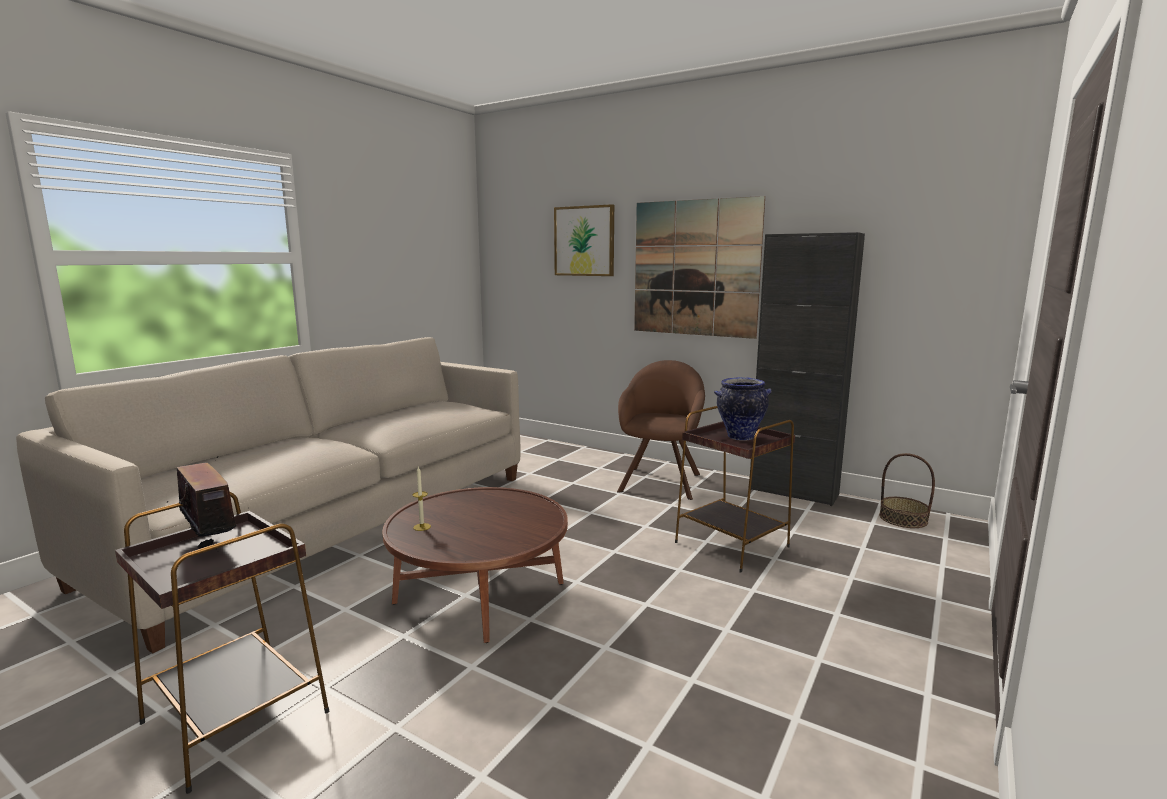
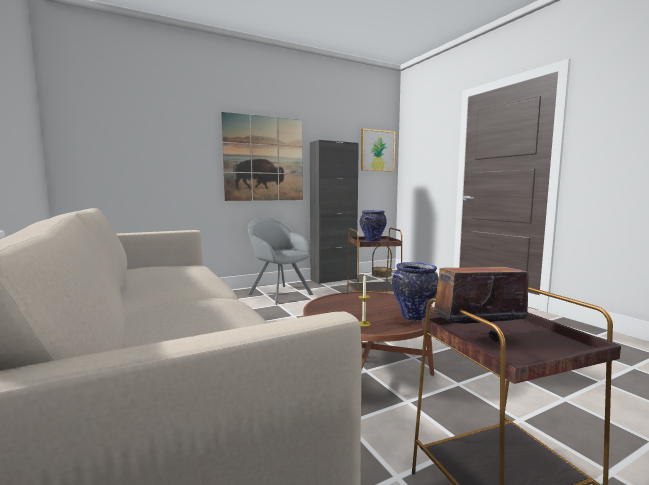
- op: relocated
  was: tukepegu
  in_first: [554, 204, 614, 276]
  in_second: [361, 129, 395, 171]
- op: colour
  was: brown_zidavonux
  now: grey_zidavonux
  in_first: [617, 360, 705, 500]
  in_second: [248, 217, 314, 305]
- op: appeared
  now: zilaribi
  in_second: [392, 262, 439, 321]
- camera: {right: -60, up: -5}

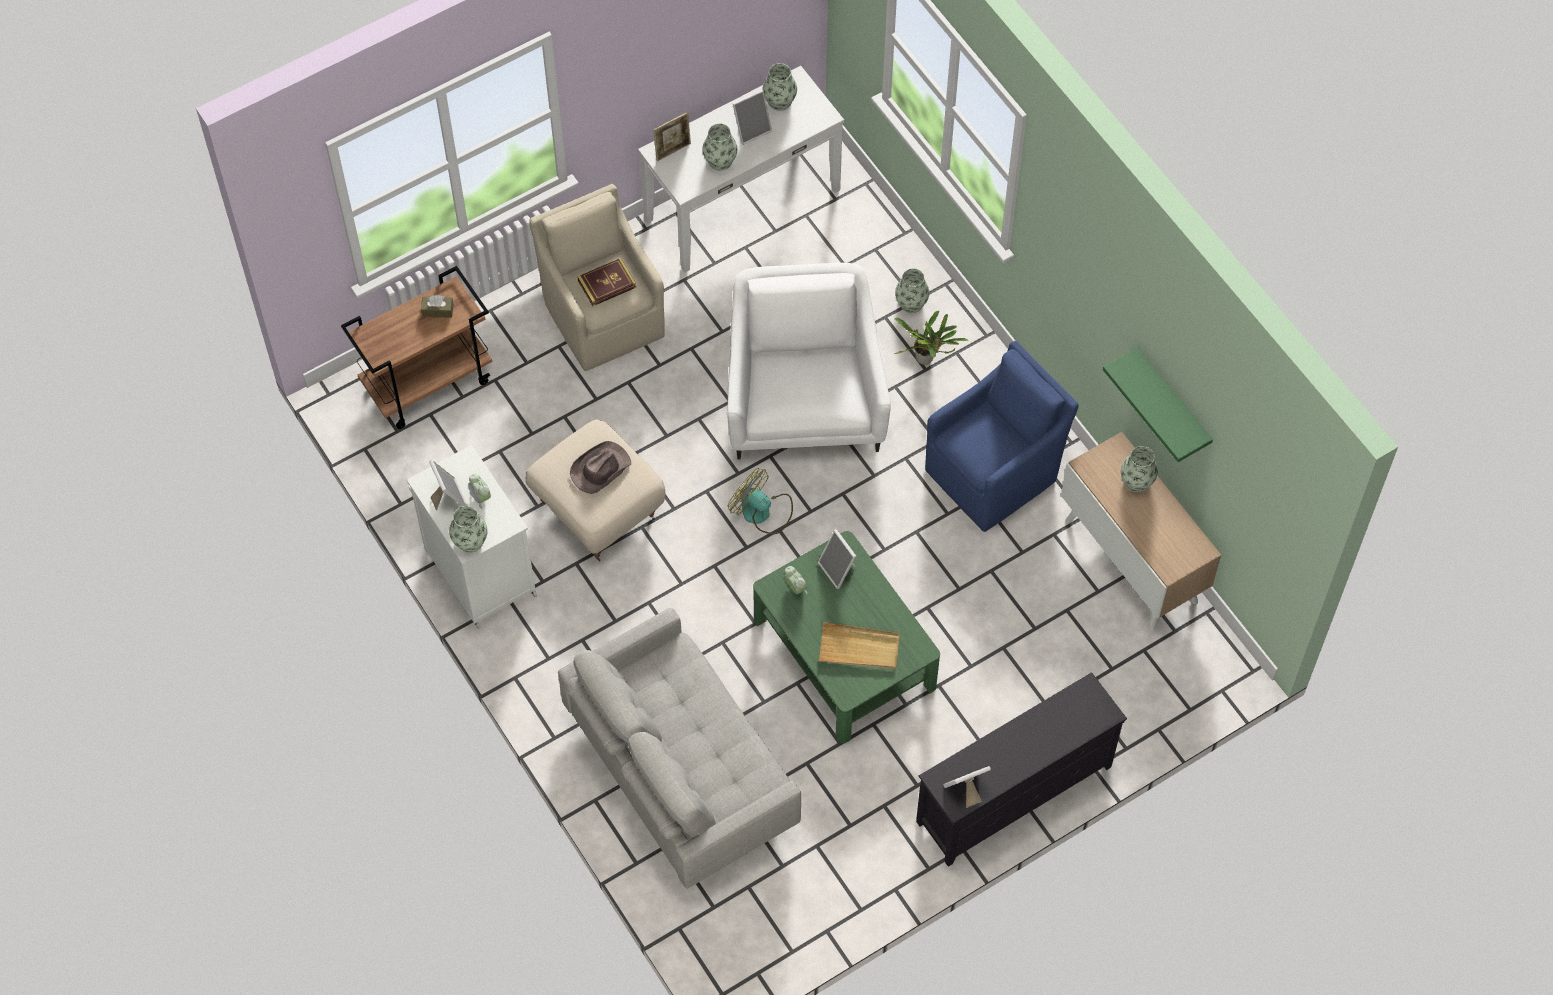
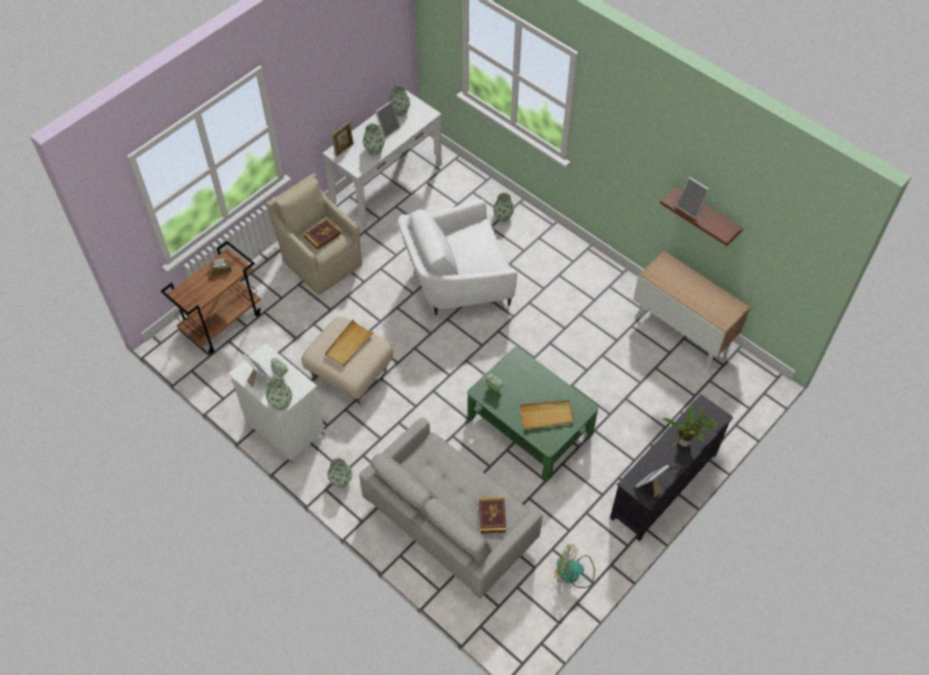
- op: spun
  was: white_zidavonux
  in_first: [727, 263, 891, 459]
  in_second: [399, 199, 517, 315]
  clockwise: -90
- op: relocated
  was: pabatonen
  in_first: [894, 311, 969, 365]
  in_second: [663, 406, 719, 447]
- op: missing
  was: blue_zidavonux
  in_first: [925, 341, 1079, 532]
- op: colour
  was: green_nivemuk
  now: brown_nivemuk
  in_first: [1103, 348, 1213, 462]
  in_second: [660, 186, 744, 246]
- op: exchanged
  was: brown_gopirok
  now: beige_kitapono
  in_first: [570, 441, 631, 494]
  in_second: [325, 320, 374, 366]
- op: relocated
  was: zilaribi
  in_first: [1121, 446, 1158, 492]
  in_second: [327, 458, 352, 488]
- op: relocated
  was: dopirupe
  in_first: [728, 468, 793, 534]
  in_second: [554, 544, 595, 588]
- op: relocated
  was: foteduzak
  in_first: [818, 529, 856, 589]
  in_second: [676, 177, 710, 219]
- op: appeared
  now: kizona
  in_second: [479, 497, 506, 533]
- camera: {right: -15, up: -5}

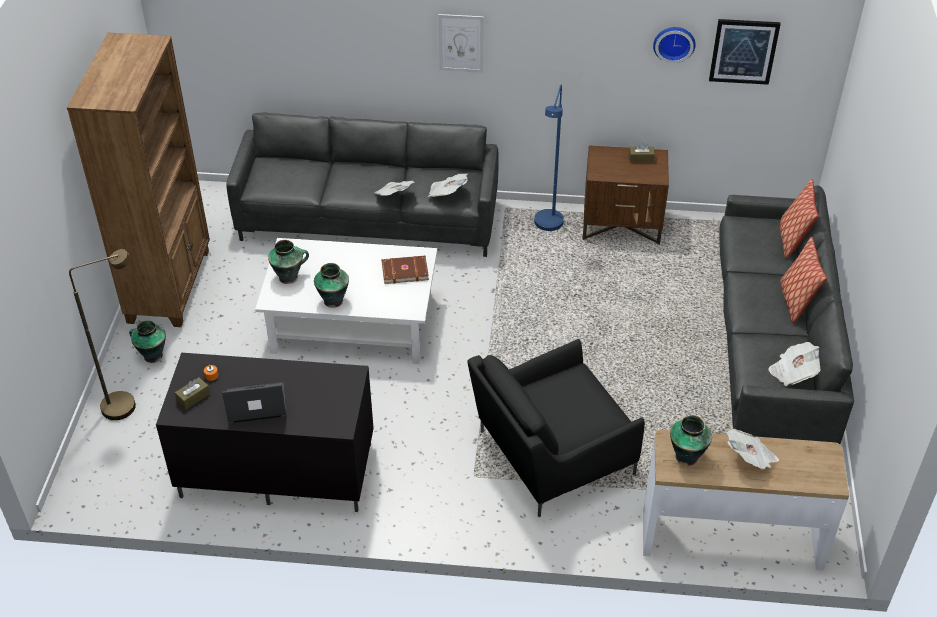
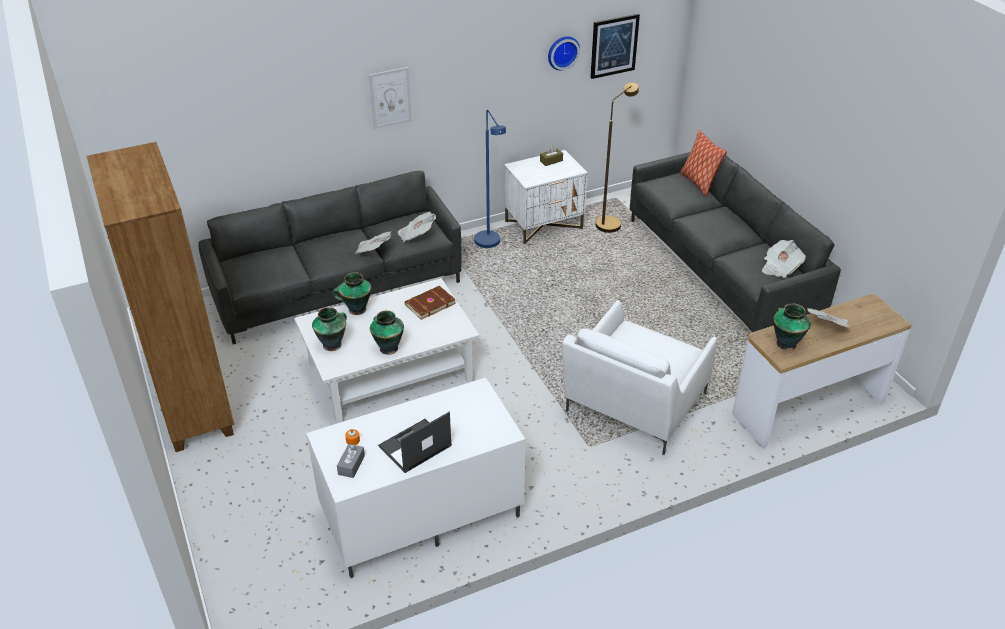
- op: colour
  was: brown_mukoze
  now: white_mukoze
  in_first: [583, 146, 669, 244]
  in_second: [504, 150, 588, 245]
- op: missing
  was: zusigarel
  in_first: [780, 237, 827, 323]
- op: relocated
  was: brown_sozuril
  in_first: [69, 249, 136, 420]
  in_second: [596, 83, 639, 233]
- op: relocated
  was: zilaribi
  in_first: [129, 320, 166, 363]
  in_second: [333, 272, 371, 315]
- op: colour
  was: black_zidavonux
  now: white_zidavonux
  in_first: [467, 339, 645, 517]
  in_second: [562, 300, 717, 455]
- op: colour
  was: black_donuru
  now: white_donuru
  in_first: [156, 353, 374, 512]
  in_second: [306, 378, 526, 578]
- op: colour
  was: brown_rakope
  now: grey_rakope
  in_first: [175, 377, 210, 409]
  in_second: [337, 444, 365, 478]
- camera: {right: -30, up: -5}

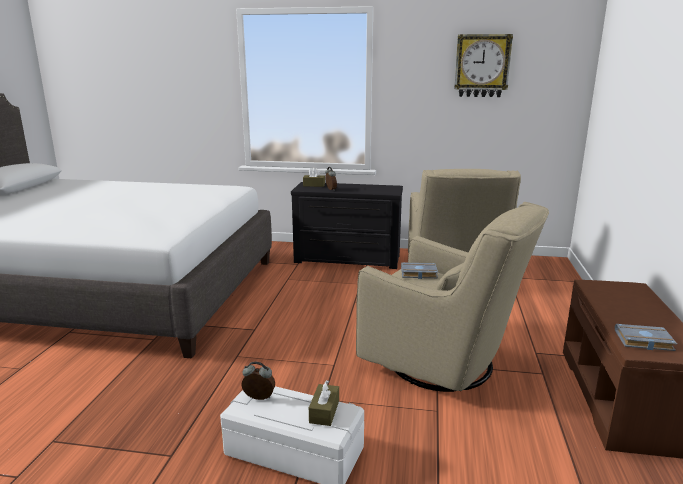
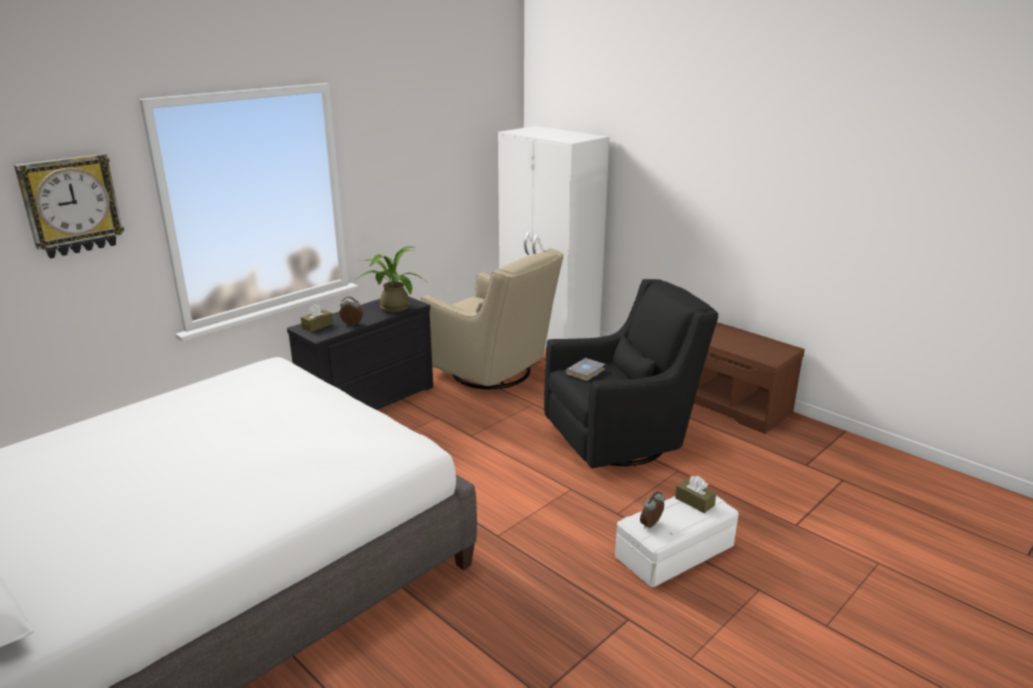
- op: relocated
  was: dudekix
  in_first: [454, 34, 513, 97]
  in_second: [14, 154, 124, 258]
- op: colour
  was: beige_zidavonux
  now: black_zidavonux
  in_first: [356, 202, 549, 392]
  in_second: [544, 279, 718, 468]
- op: missing
  was: grey_kizona
  in_first: [615, 324, 677, 351]
- op: appeared
  now: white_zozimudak
  in_second: [498, 126, 610, 348]
- op: appeared
  now: pabatonen
  in_second: [355, 246, 429, 313]
- camera: {right: -55, up: 5}

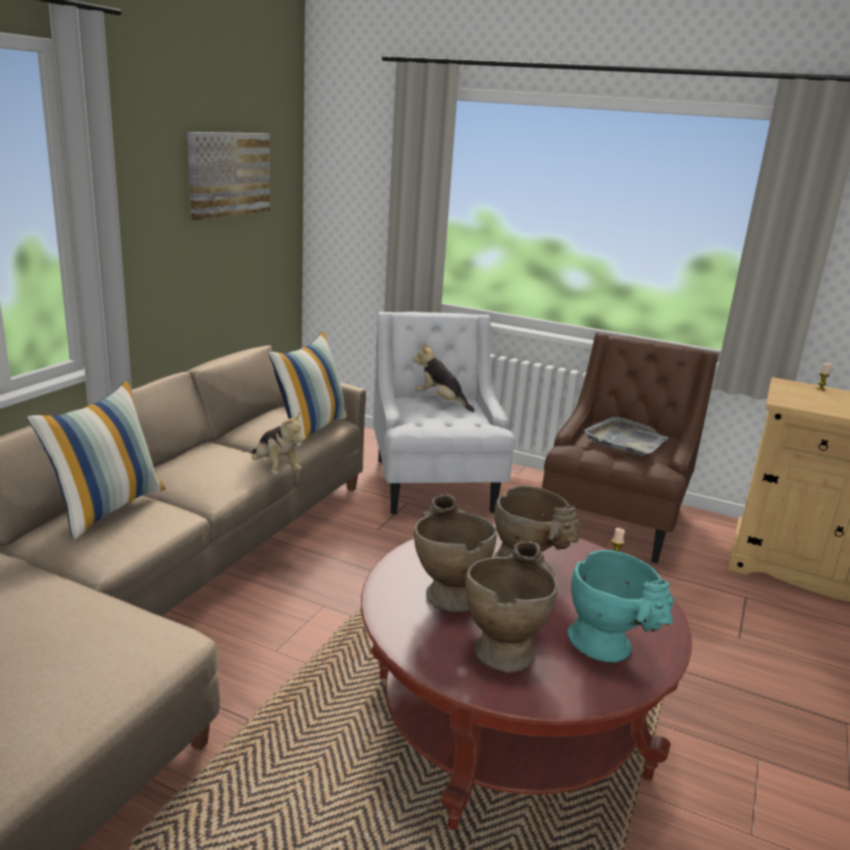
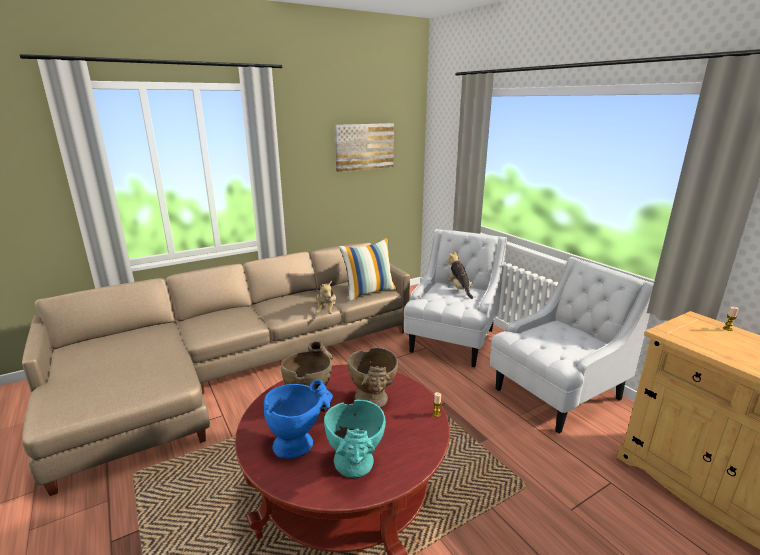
- op: colour
  was: brown_zidavonux
  now: white_zidavonux
  in_first: [542, 332, 719, 563]
  in_second: [490, 257, 654, 434]
- op: missing
  was: zusigarel
  in_first: [27, 380, 166, 539]
- op: missing
  was: grey_kitapono
  in_first: [584, 417, 669, 456]
- op: colour
  was: beige_zilaribi
  now: blue_zilaribi
  in_first: [465, 541, 557, 673]
  in_second: [264, 379, 333, 459]
- camera: {right: 35, up: 0}

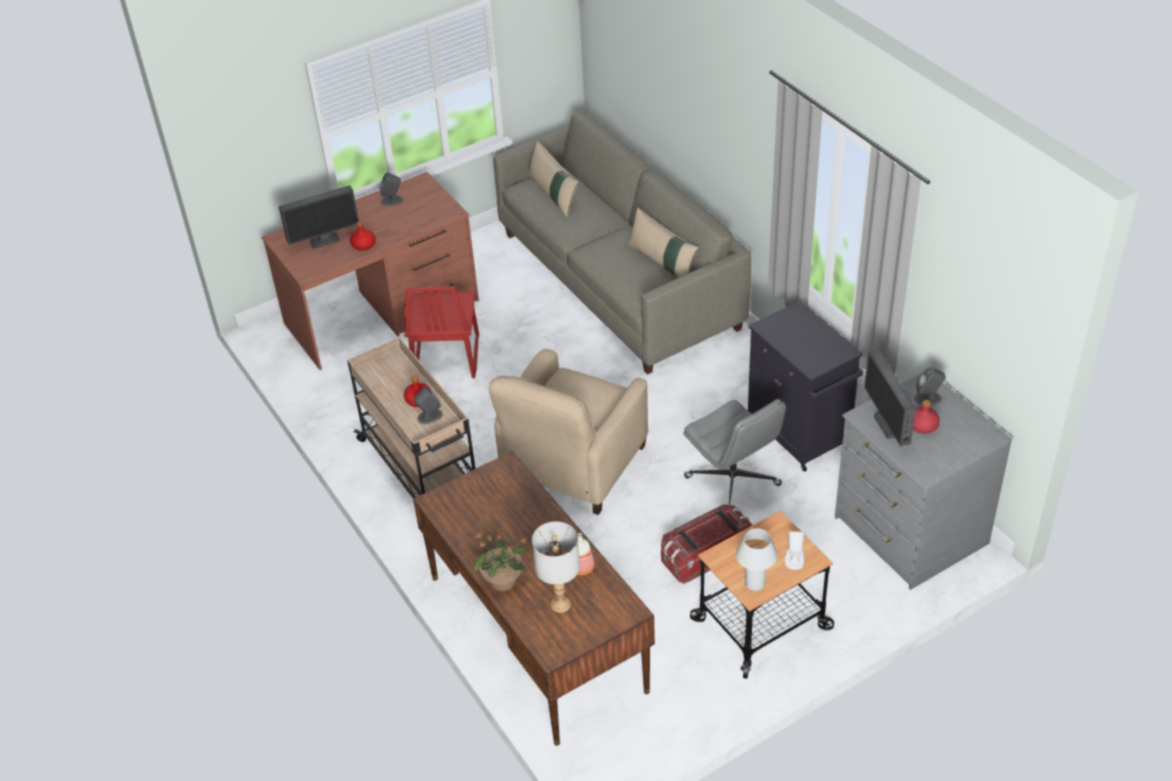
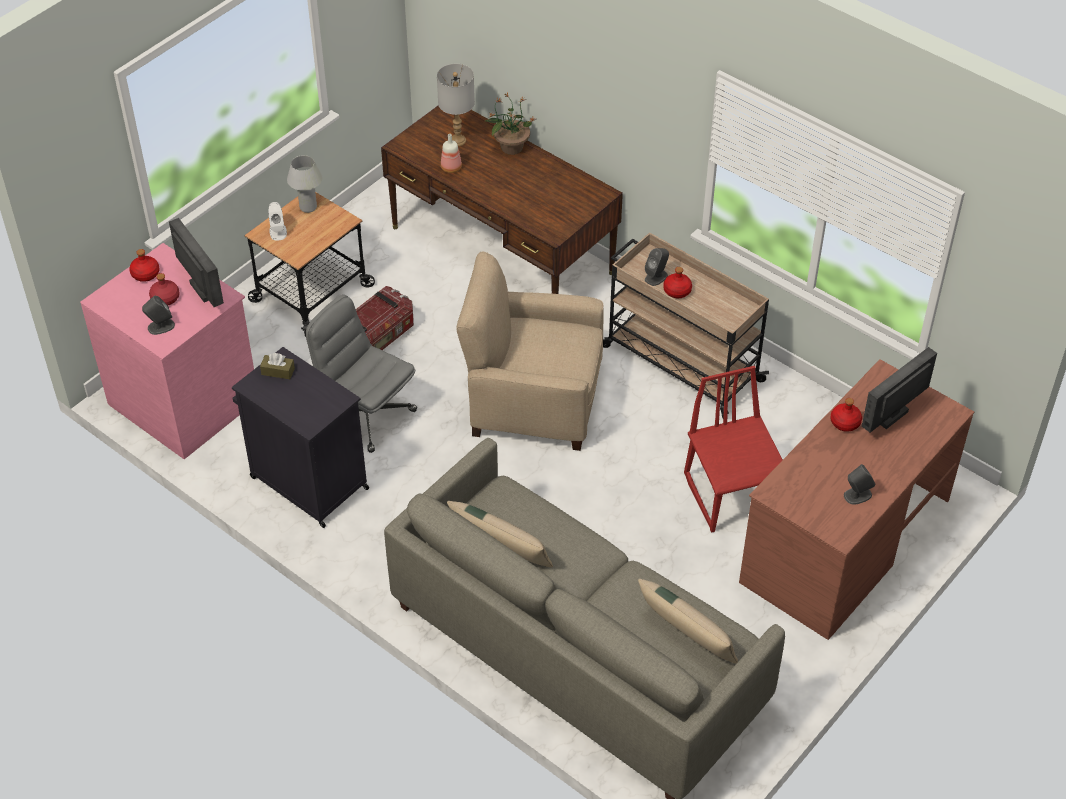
- op: spun
  was: beige_zidavonux
  in_first: [489, 348, 648, 515]
  in_second: [456, 252, 604, 451]
  clockwise: -90
- op: colour
  was: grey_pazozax
  now: pink_pazozax
  in_first: [835, 373, 1012, 590]
  in_second: [80, 243, 254, 459]
- op: appeared
  now: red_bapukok
  in_second: [129, 249, 160, 282]
- op: appeared
  now: brown_rakope
  in_second: [260, 353, 295, 379]
- camera: {right: 160, up: 5}

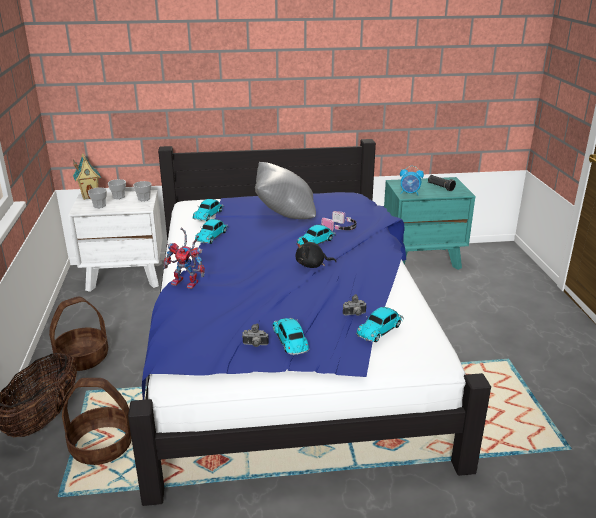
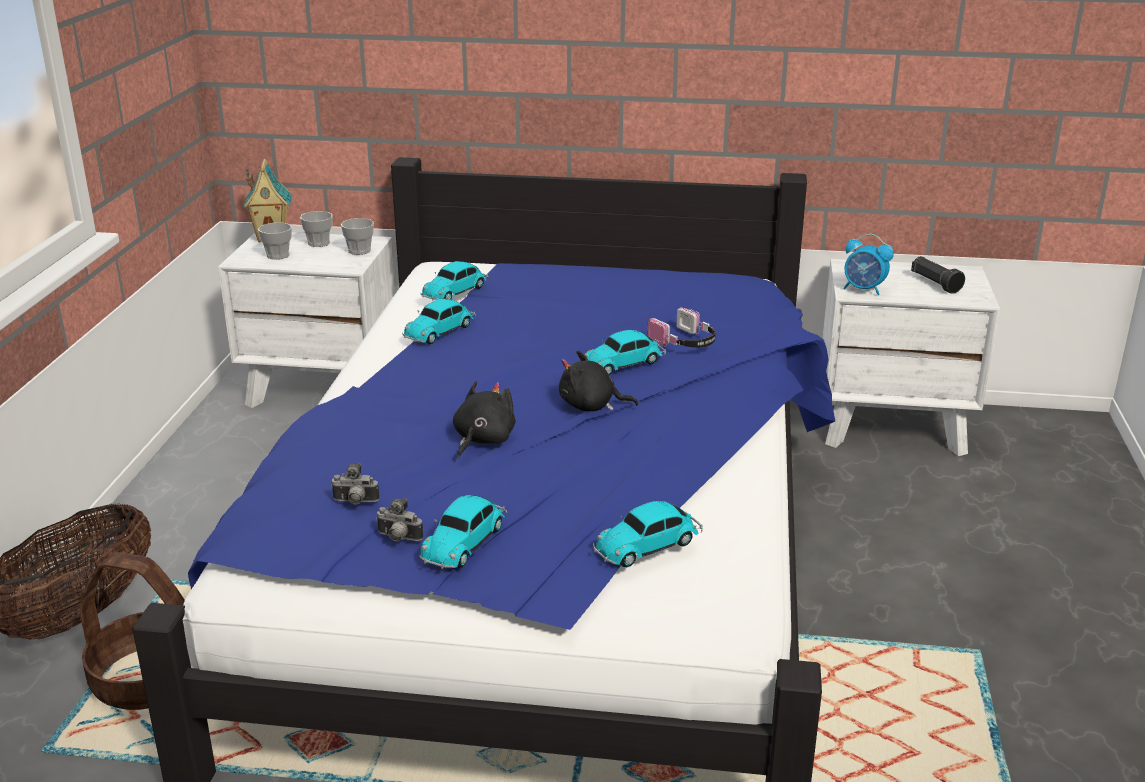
- op: missing
  was: grey_zusigarel
  in_first: [255, 162, 316, 219]
- op: colour
  was: turquoise_mukoze
  now: white_mukoze
  in_first: [384, 177, 475, 270]
  in_second: [822, 259, 1000, 456]
- op: missing
  was: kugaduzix
  in_first: [163, 228, 205, 289]
- op: relocated
  was: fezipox
  in_first: [343, 294, 367, 316]
  in_second: [331, 463, 379, 505]
- op: missing
  was: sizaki
  in_first: [49, 296, 108, 371]
- op: spun
  was: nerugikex
  in_first: [273, 318, 310, 355]
  in_second: [419, 495, 507, 569]
  clockwise: -150
- op: appeared
  now: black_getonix
  in_second: [453, 381, 516, 458]
- camera: {right: 15, up: 0}

